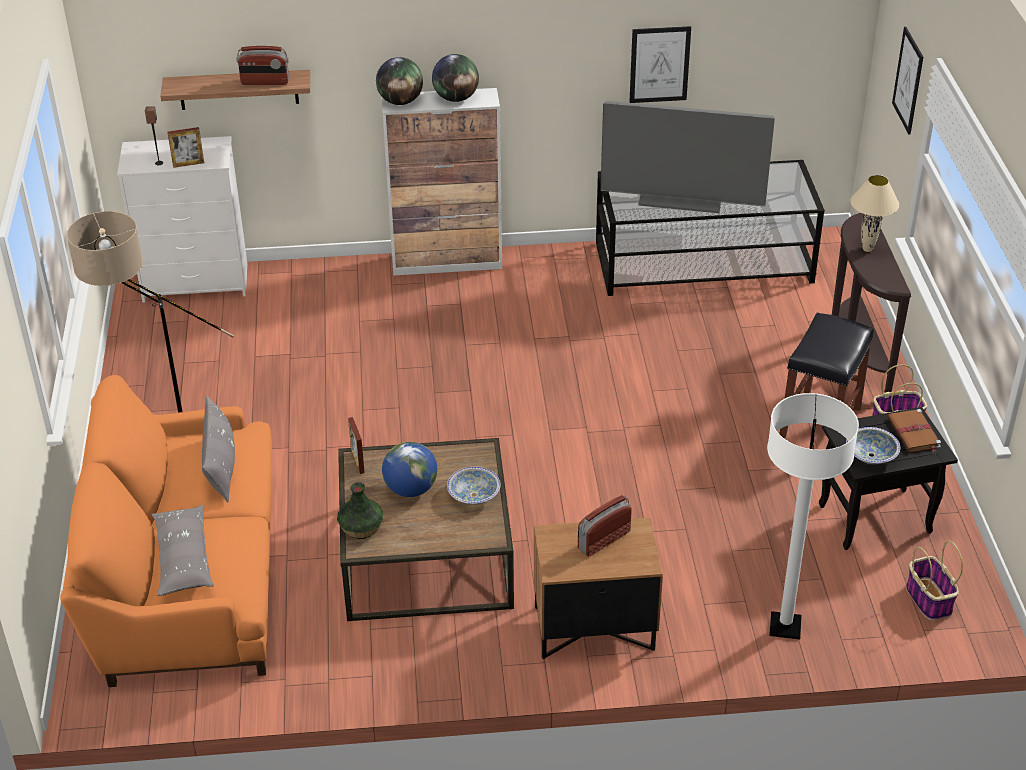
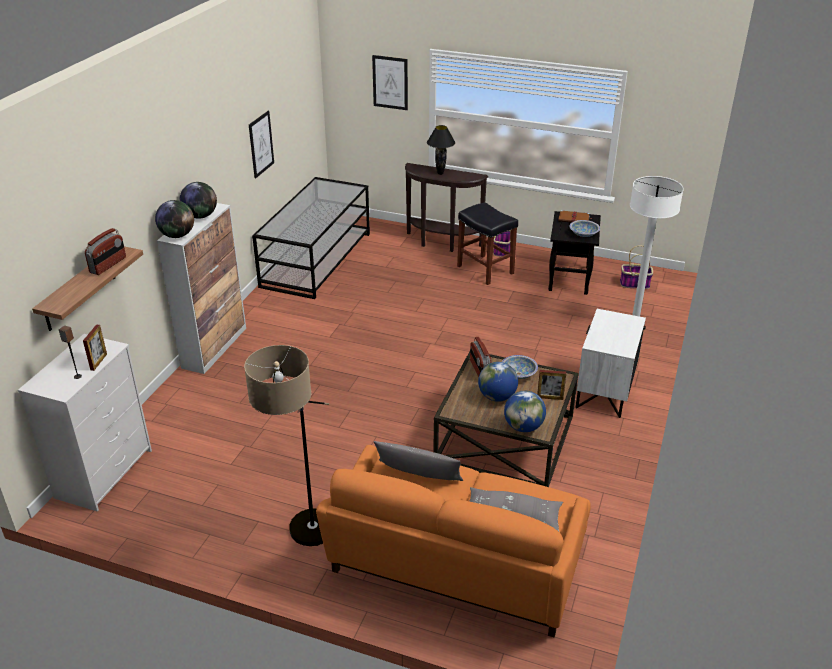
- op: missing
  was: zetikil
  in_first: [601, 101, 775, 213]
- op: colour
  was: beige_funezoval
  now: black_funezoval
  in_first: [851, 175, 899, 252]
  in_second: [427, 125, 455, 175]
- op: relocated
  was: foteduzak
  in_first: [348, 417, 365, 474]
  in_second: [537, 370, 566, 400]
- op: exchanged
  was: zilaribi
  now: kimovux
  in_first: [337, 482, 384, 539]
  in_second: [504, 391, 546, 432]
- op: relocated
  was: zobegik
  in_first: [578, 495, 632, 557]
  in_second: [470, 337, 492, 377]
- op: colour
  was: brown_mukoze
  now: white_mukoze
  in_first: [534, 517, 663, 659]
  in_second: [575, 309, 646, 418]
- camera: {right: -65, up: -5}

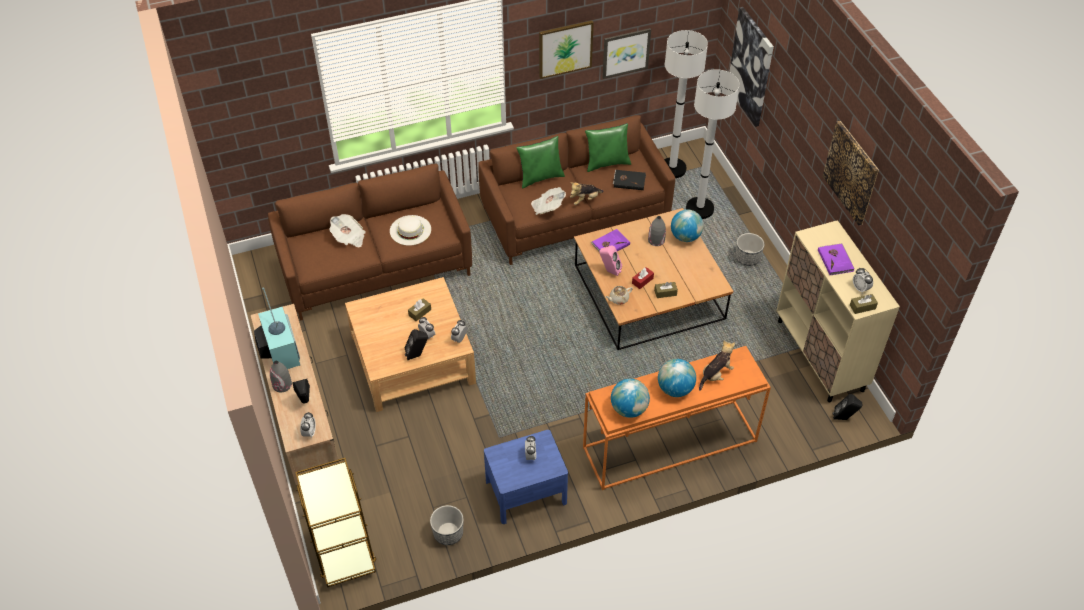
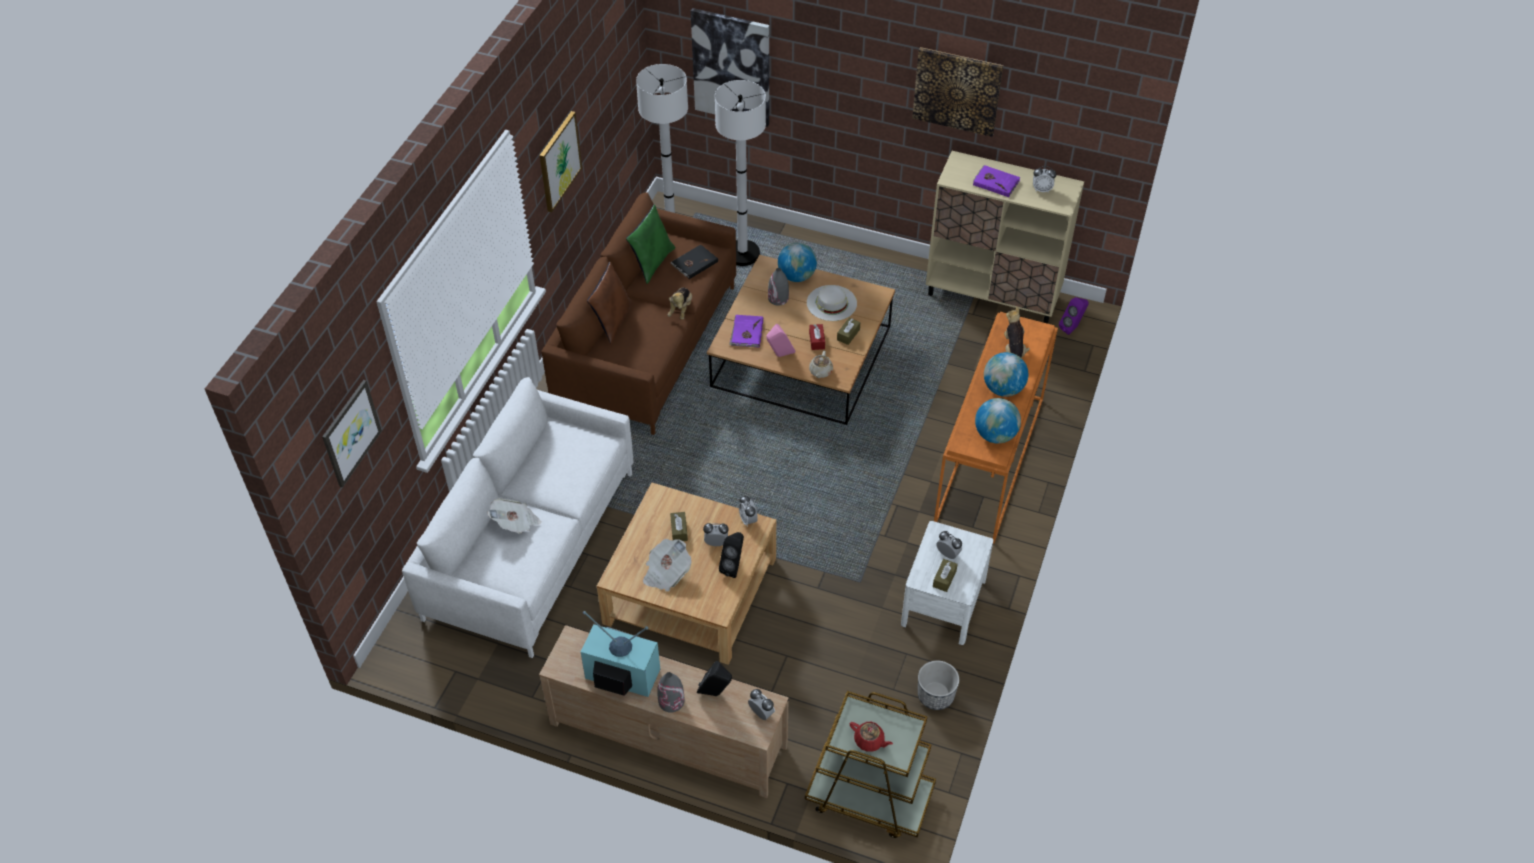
- op: relocated
  was: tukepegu
  in_first: [602, 28, 651, 79]
  in_second: [322, 380, 382, 488]
- op: colour
  was: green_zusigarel
  now: brown_zusigarel
  in_first: [516, 136, 565, 189]
  in_second: [587, 262, 634, 344]
- op: colour
  was: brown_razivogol
  now: white_razivogol
  in_first: [268, 164, 472, 321]
  in_second: [402, 377, 634, 658]
- op: relocated
  was: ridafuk
  in_first: [531, 187, 566, 215]
  in_second: [643, 539, 692, 592]
- op: relocated
  was: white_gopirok
  in_first: [390, 215, 431, 245]
  in_second: [807, 285, 857, 321]
- op: missing
  was: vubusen
  in_first: [735, 233, 764, 266]
- op: relocated
  was: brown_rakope
  in_first: [850, 294, 878, 314]
  in_second: [933, 559, 958, 592]
- op: colour
  was: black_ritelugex
  now: purple_ritelugex
  in_first: [832, 394, 862, 420]
  in_second: [1059, 297, 1089, 335]
- op: colour
  was: blue_mukoze
  now: white_mukoze
  in_first: [484, 430, 568, 524]
  in_second: [901, 521, 993, 645]
- op: appeared
  now: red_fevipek
  in_second: [850, 722, 893, 752]
- camera: {right: -50, up: 0}

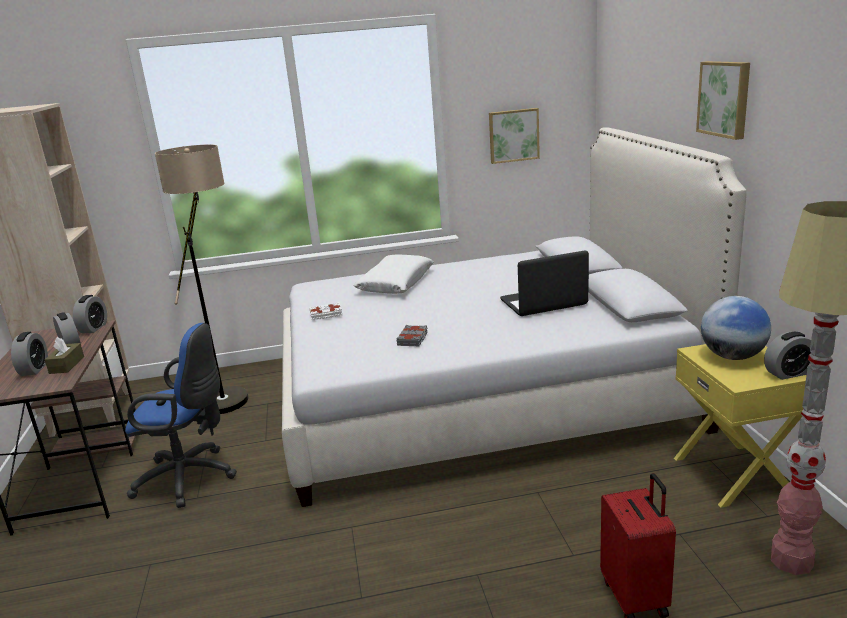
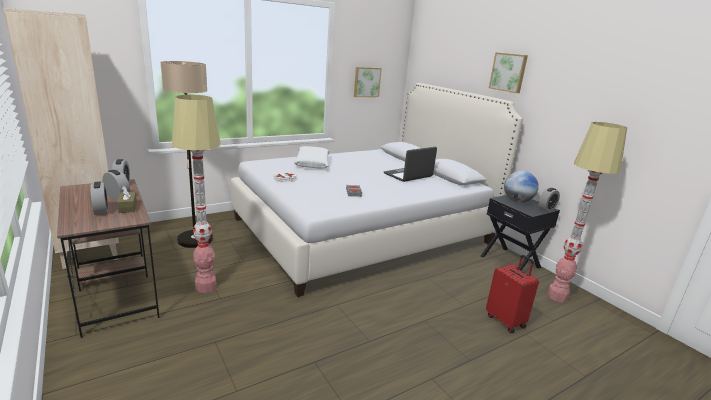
- op: exchanged
  was: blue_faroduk
  now: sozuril
  in_first: [125, 323, 237, 508]
  in_second: [172, 95, 221, 293]
- op: colour
  was: yellow_mukoze
  now: black_mukoze
  in_first: [674, 344, 806, 508]
  in_second: [480, 195, 560, 271]
- camera: {right: -25, up: 0}

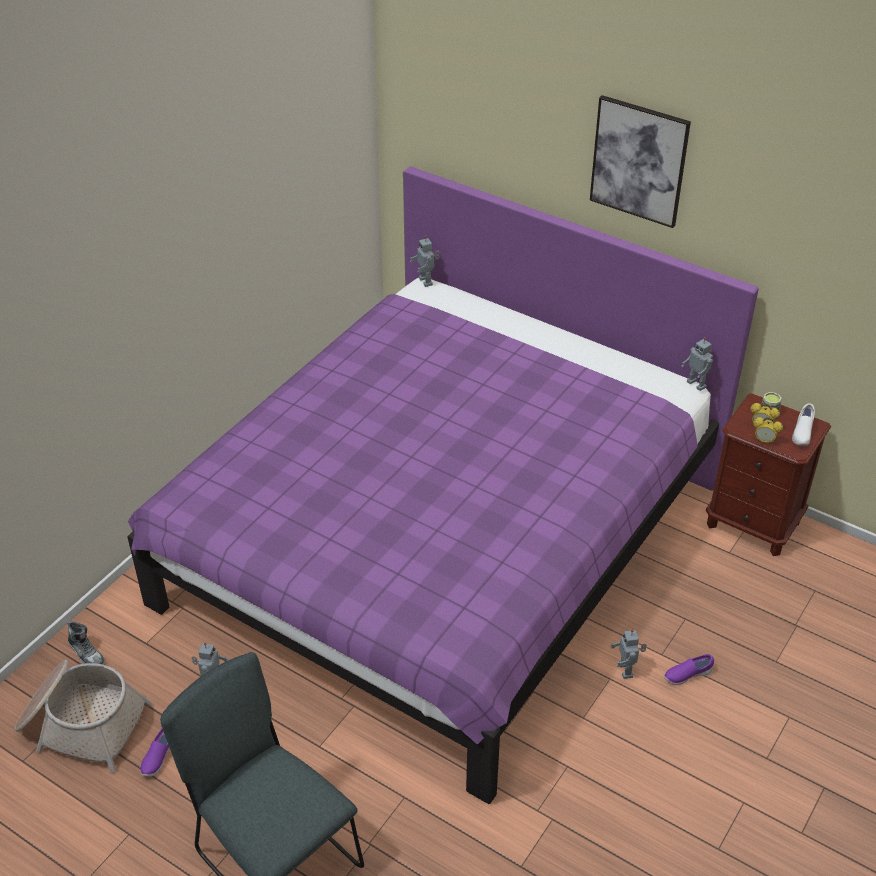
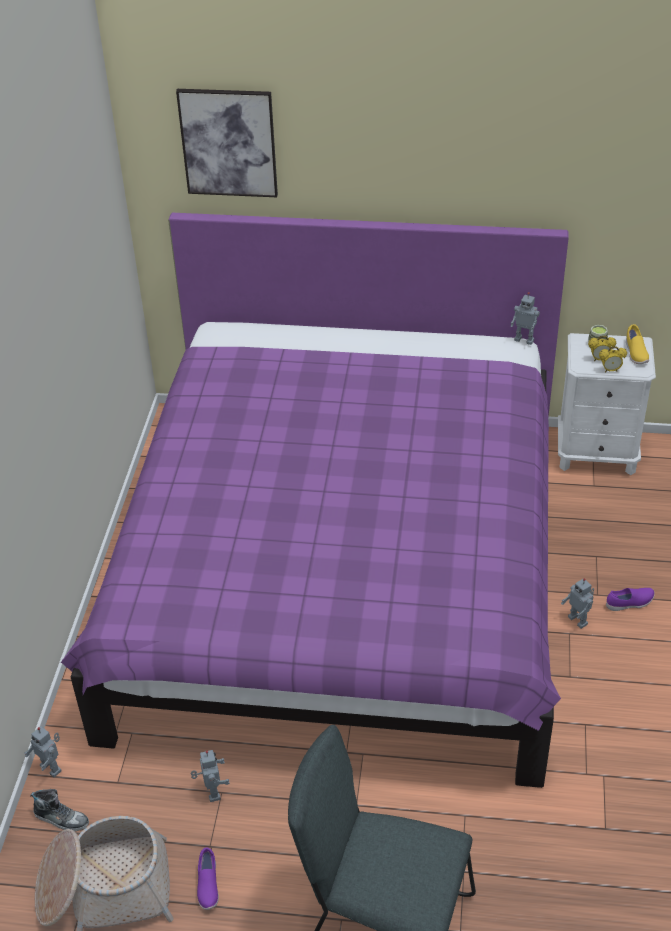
- op: relocated
  was: tukepegu
  in_first: [590, 95, 691, 228]
  in_second: [176, 89, 278, 197]
- op: relocated
  was: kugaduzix
  in_first: [410, 236, 440, 287]
  in_second: [24, 726, 62, 778]
- op: colour
  was: brown_mukoze
  now: white_mukoze
  in_first: [706, 393, 831, 556]
  in_second: [558, 333, 656, 475]
- op: colour
  was: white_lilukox
  now: yellow_lilukox
  in_first: [792, 403, 815, 446]
  in_second: [626, 324, 649, 364]
- op: spun
  was: purple_lilukox
  in_first: [664, 654, 714, 685]
  in_second: [606, 588, 655, 611]
  clockwise: -150
- camera: {right: -25, up: 0}

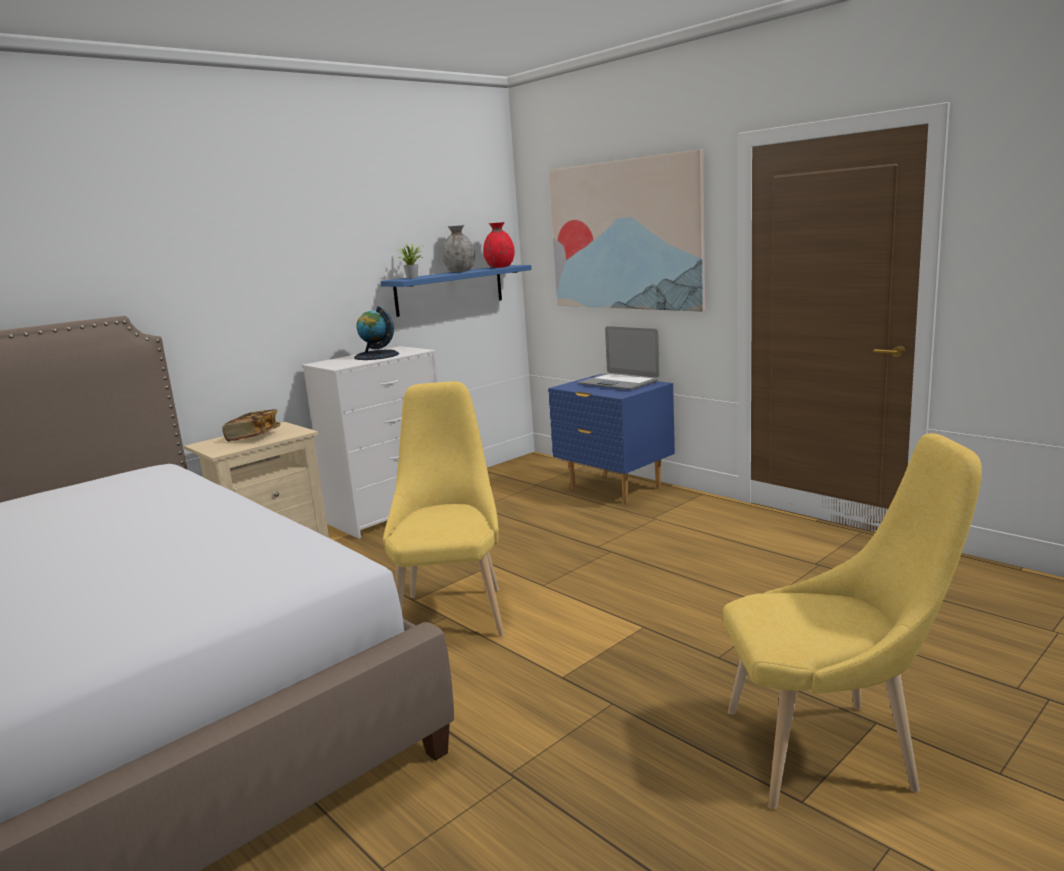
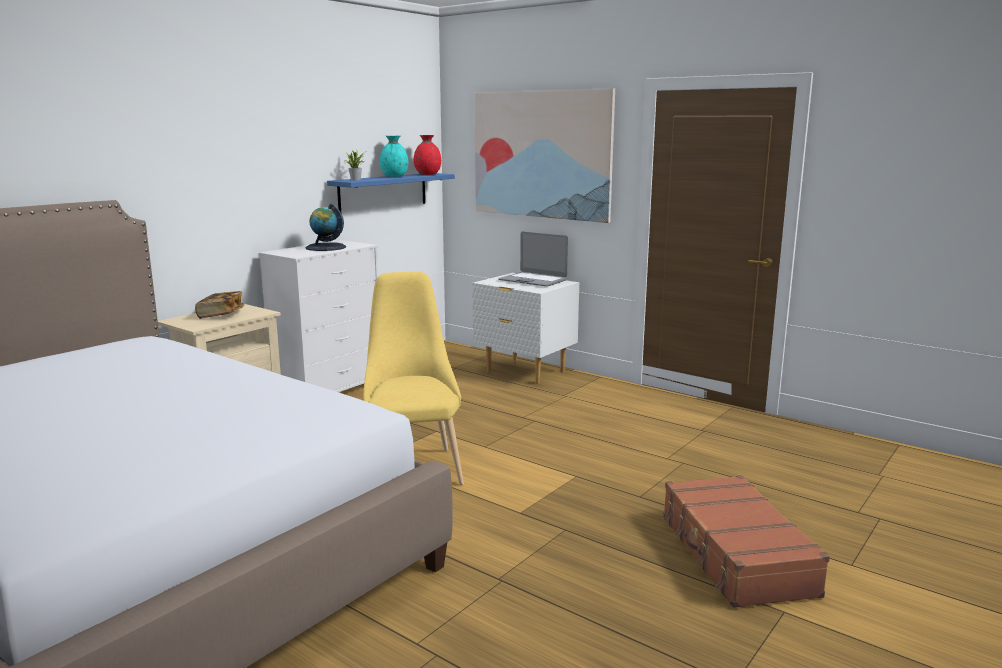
- op: colour
  was: grey_zilaribi
  now: turquoise_zilaribi
  in_first: [442, 225, 475, 272]
  in_second: [380, 136, 408, 177]
- op: colour
  was: blue_mukoze
  now: white_mukoze
  in_first: [548, 374, 675, 504]
  in_second: [472, 273, 579, 384]
- op: exchanged
  was: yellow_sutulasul
  now: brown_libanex
  in_first: [723, 433, 982, 809]
  in_second: [663, 475, 830, 608]
- camera: {right: -10, up: 0}

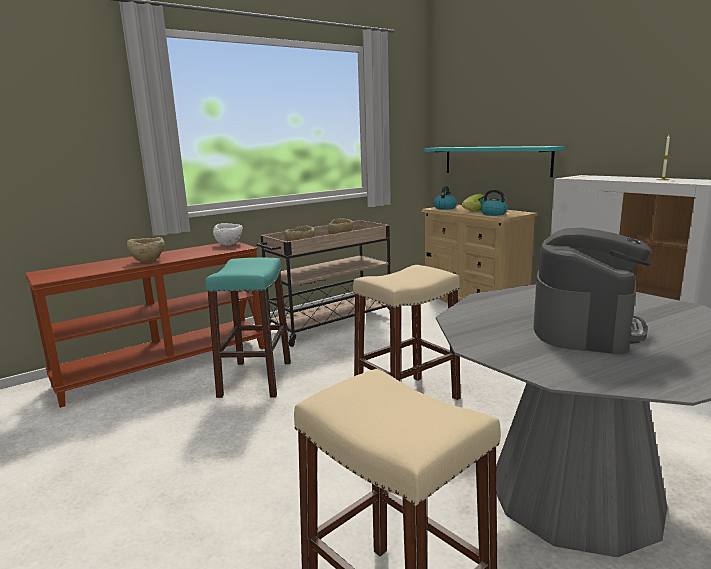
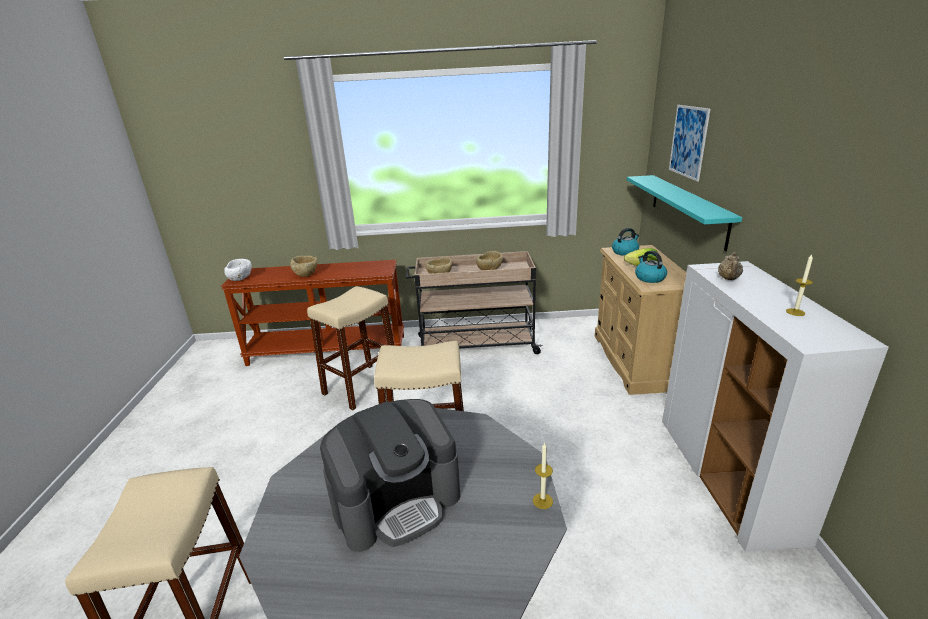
- op: relocated
  was: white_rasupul
  in_first: [213, 223, 243, 246]
  in_second: [224, 259, 252, 281]
- op: colour
  was: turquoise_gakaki
  now: beige_gakaki
  in_first: [205, 257, 291, 398]
  in_second: [307, 286, 395, 410]
- op: appeared
  now: tukepegu
  in_second: [669, 105, 710, 181]
- op: appeared
  now: beige_fevipek
  in_second: [718, 252, 743, 280]
- op: appeared
  now: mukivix
  in_second: [533, 443, 553, 509]
- camera: {right: 35, up: 10}

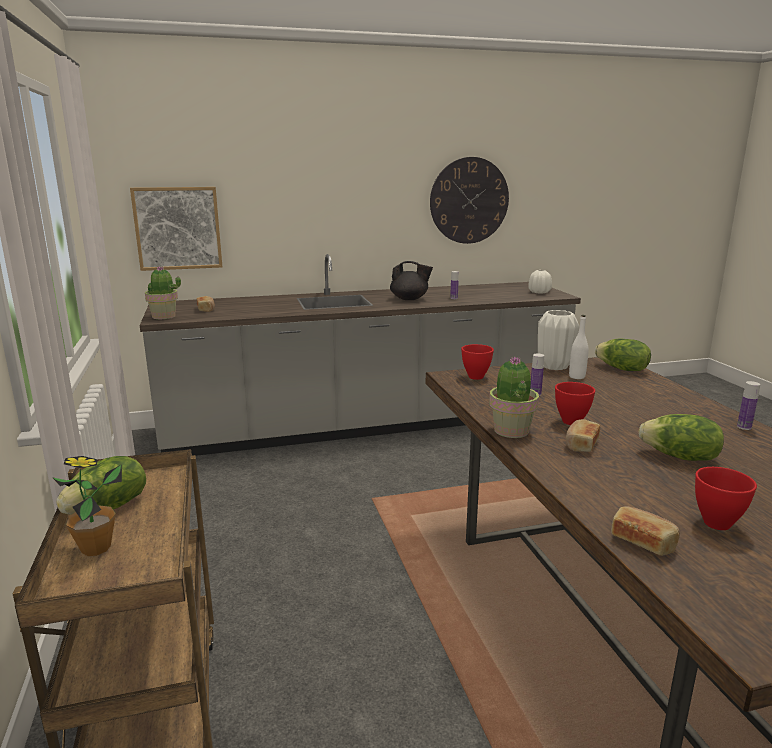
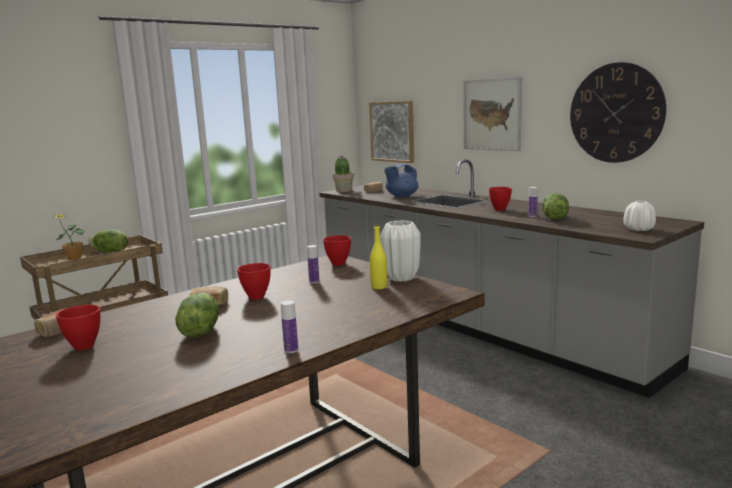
- op: exchanged
  was: black_fevipek
  now: red_rasupul
  in_first: [390, 261, 433, 300]
  in_second: [489, 187, 512, 211]
- op: colour
  was: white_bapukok
  now: yellow_bapukok
  in_first: [569, 315, 589, 379]
  in_second: [370, 224, 387, 289]
- op: relocated
  was: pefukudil
  in_first: [595, 339, 651, 371]
  in_second: [543, 193, 569, 220]
- op: missing
  was: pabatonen
  in_first: [489, 357, 539, 438]
- op: appeared
  now: tukepegu
  in_second: [463, 77, 522, 152]
- op: appeared
  now: blue_fevipek
  in_second: [384, 164, 419, 197]
- camera: {right: 65, up: -5}

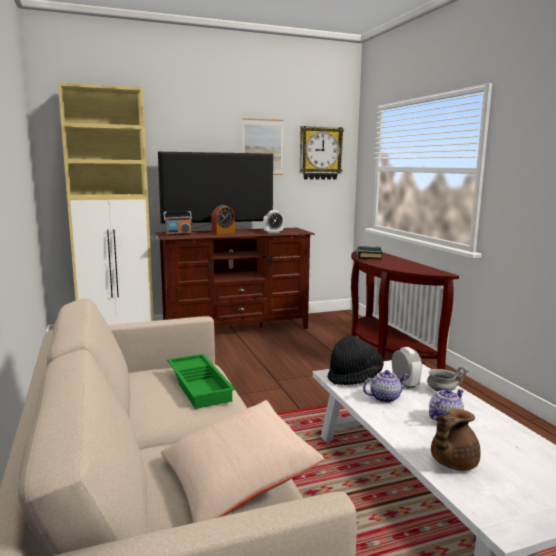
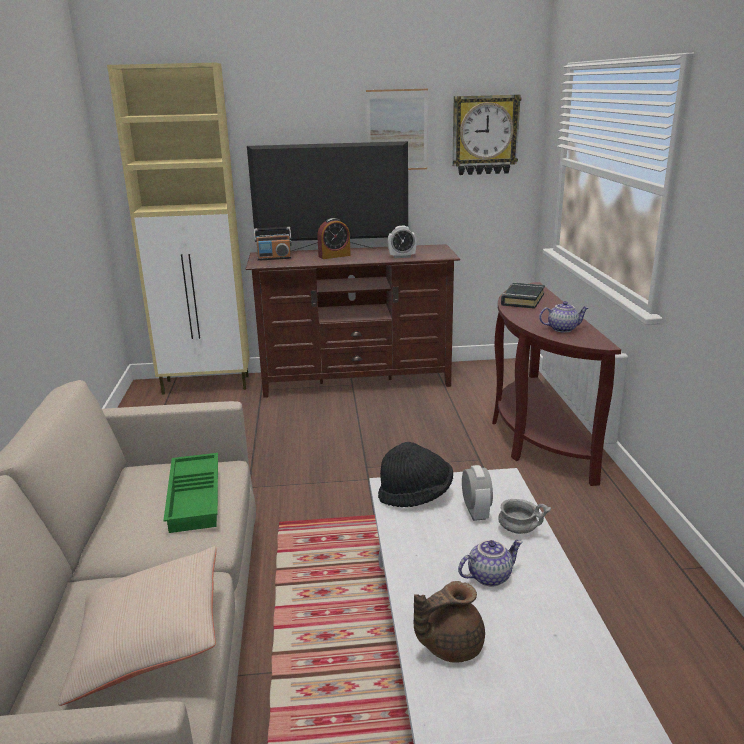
- op: relocated
  was: fevipek
  in_first: [363, 370, 409, 403]
  in_second: [539, 301, 589, 333]
- camera: {right: 15, up: 10}

